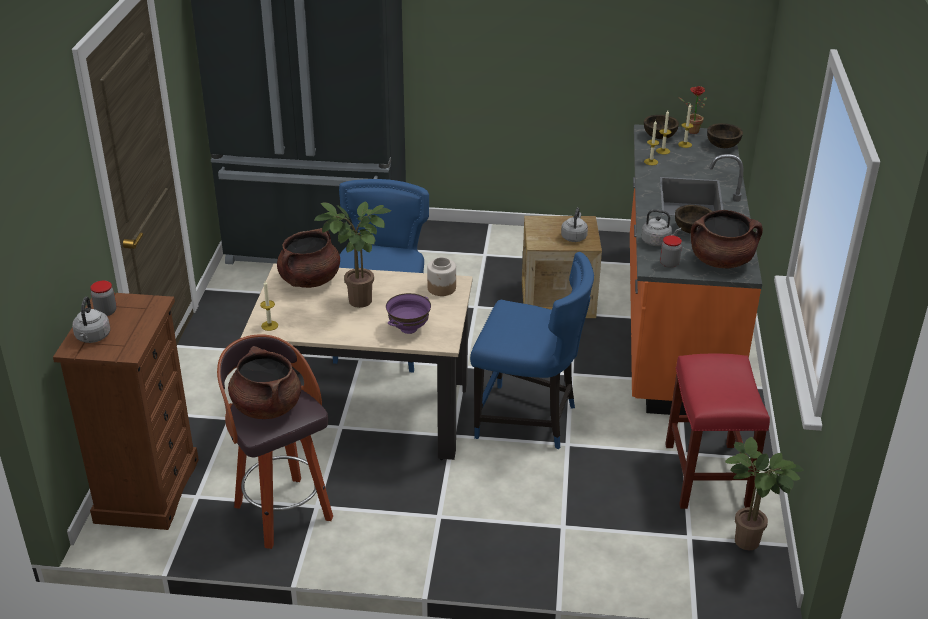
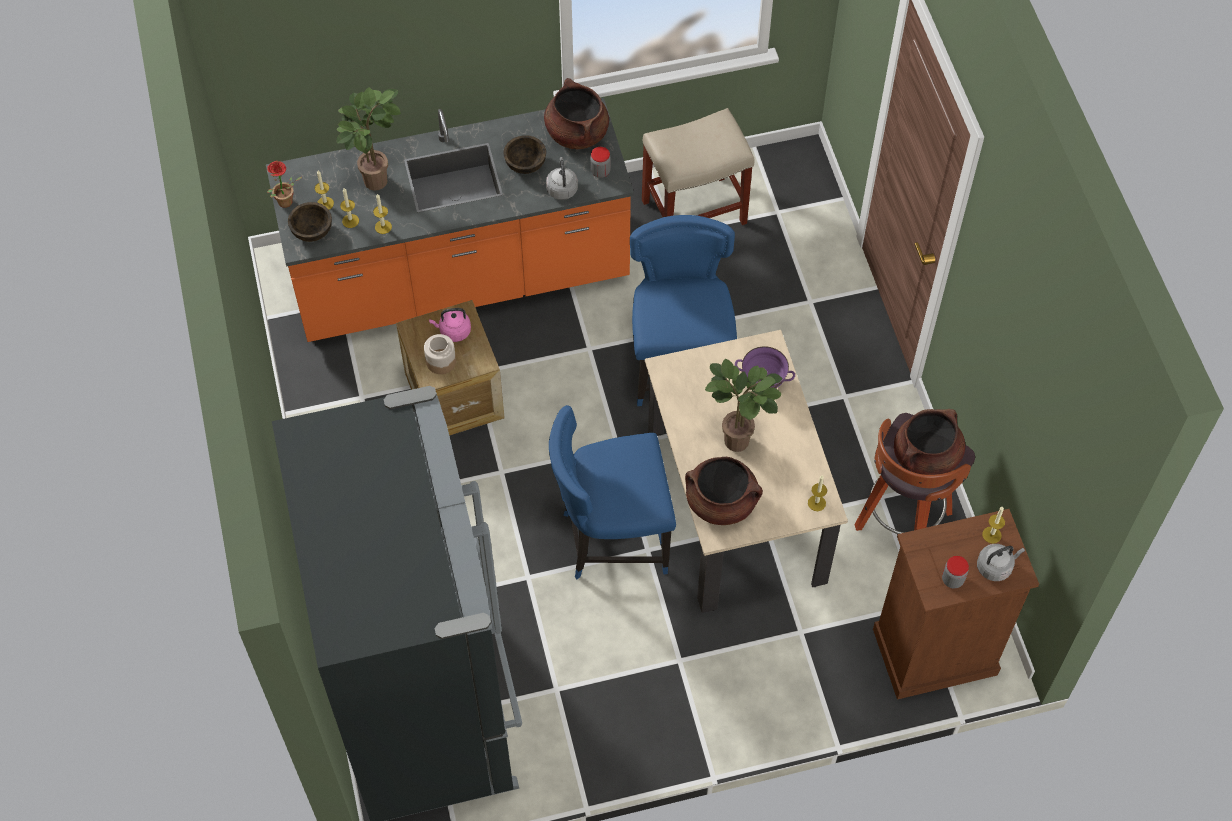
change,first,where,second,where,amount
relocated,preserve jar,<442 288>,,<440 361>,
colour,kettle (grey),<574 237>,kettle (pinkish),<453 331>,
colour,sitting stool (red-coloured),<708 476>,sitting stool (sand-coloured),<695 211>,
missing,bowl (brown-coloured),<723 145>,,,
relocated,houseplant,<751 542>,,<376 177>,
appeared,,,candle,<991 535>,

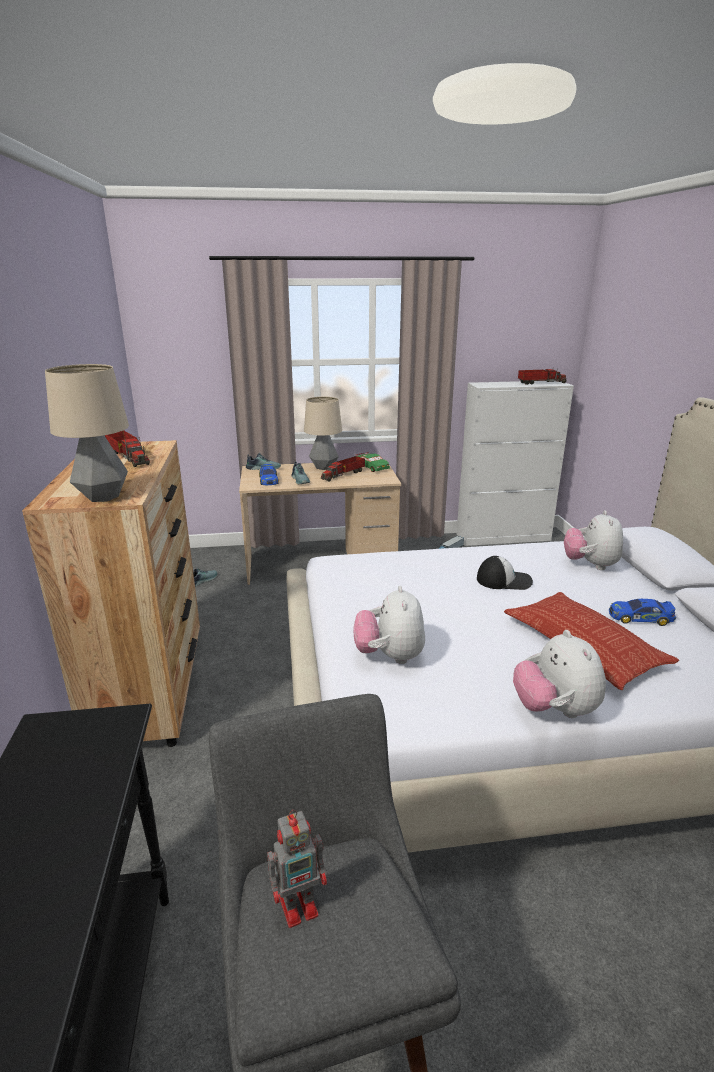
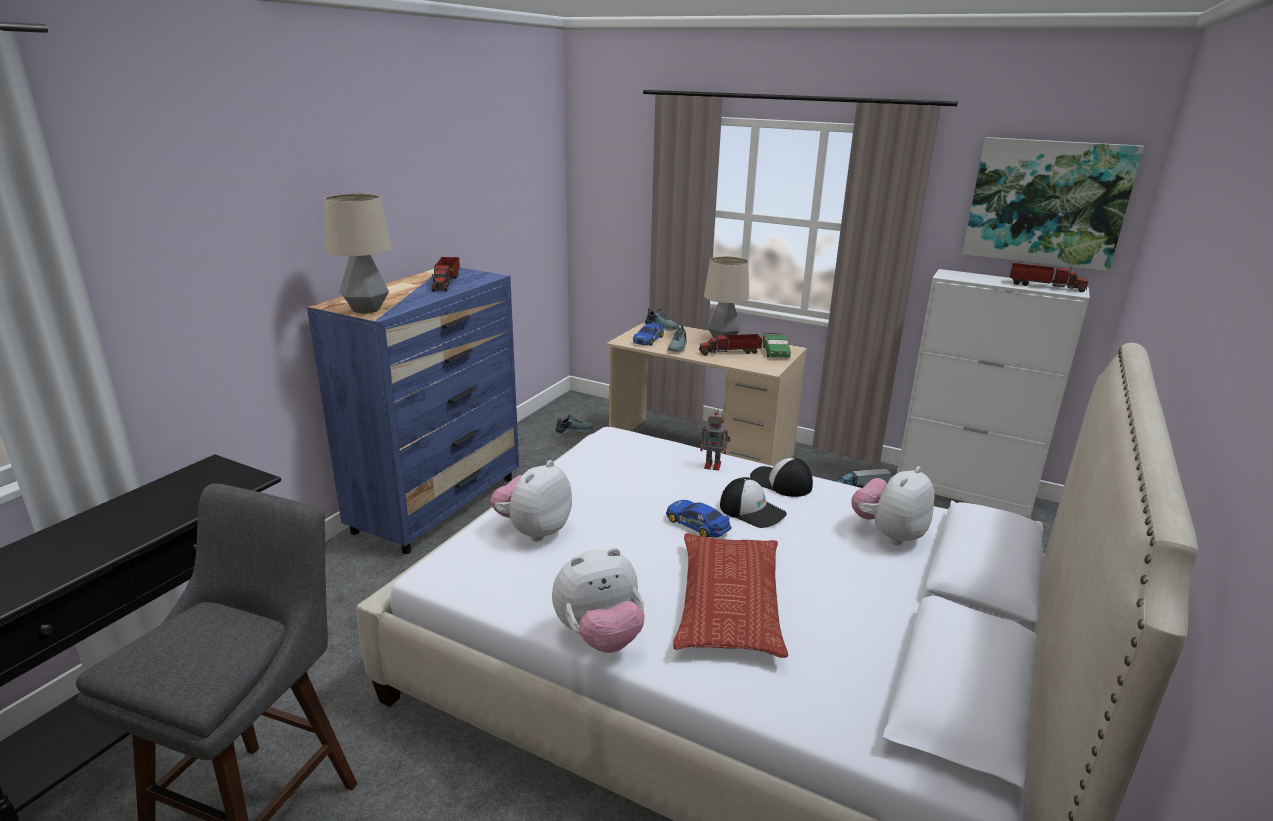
change,first,where,second,where,amount
colour,dresser (brown-coloured),<151 688>,dresser (blue-coloured),<438 504>,
relocated,robot figure,<300 904>,,<713 465>,
spun,plush toy,<554 709>,,<599 637>,135 degrees counterclockwise
relocated,miniature car,<640 618>,,<697 524>,
appeared,,,cap,<780 482>,
appeared,,,wall picture,<1047 202>,

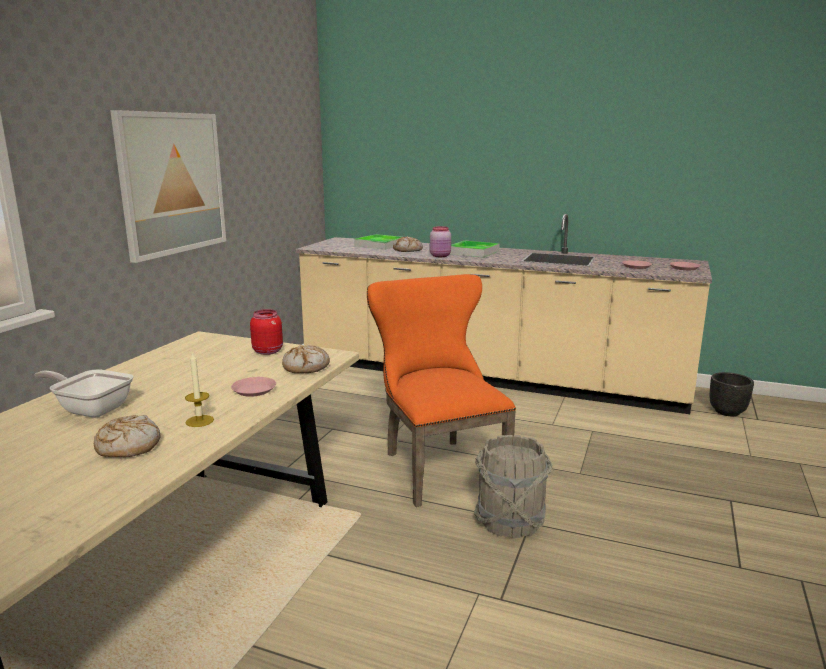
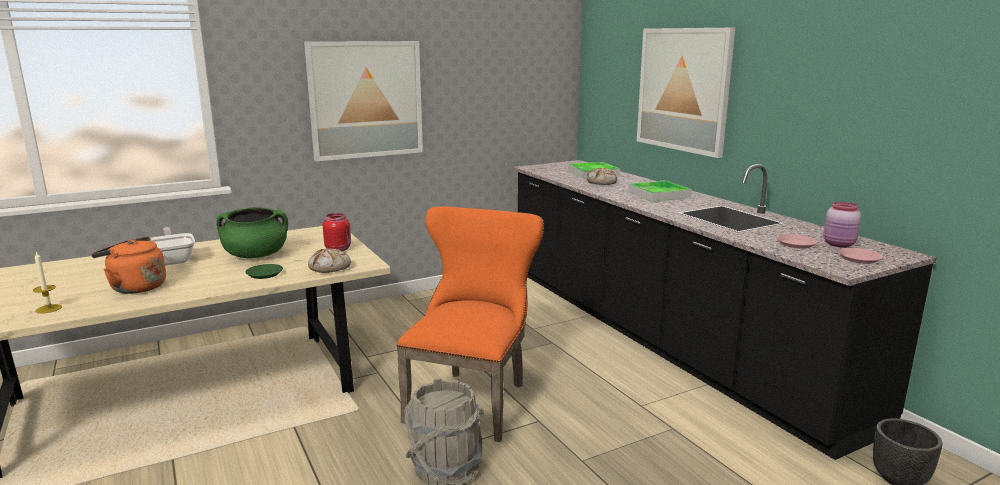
change,first,where,second,where,amount
exchanged,baked bread,<128 446>,kettle (orange),<135 287>,
relocated,candle,<199 421>,,<48 309>,
colour,flat dish (pinkish),<254 390>,flat dish (green),<264 274>,
colour,kitchen base unit (sand-coloured),<487 376>,kitchen base unit (black),<660 337>,
relocated,preserve jar (pinkish),<440 256>,,<839 244>,
appeared,,,stockpot (green),<256 255>,
appeared,,,wall picture,<683 89>,

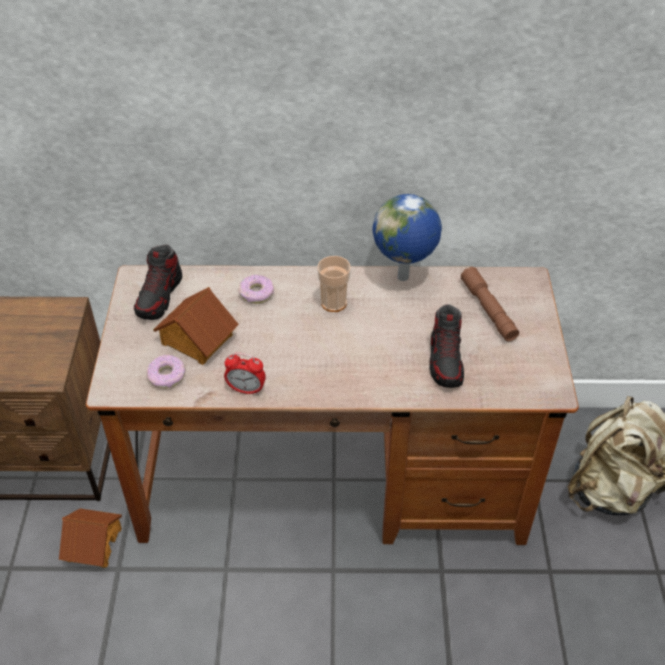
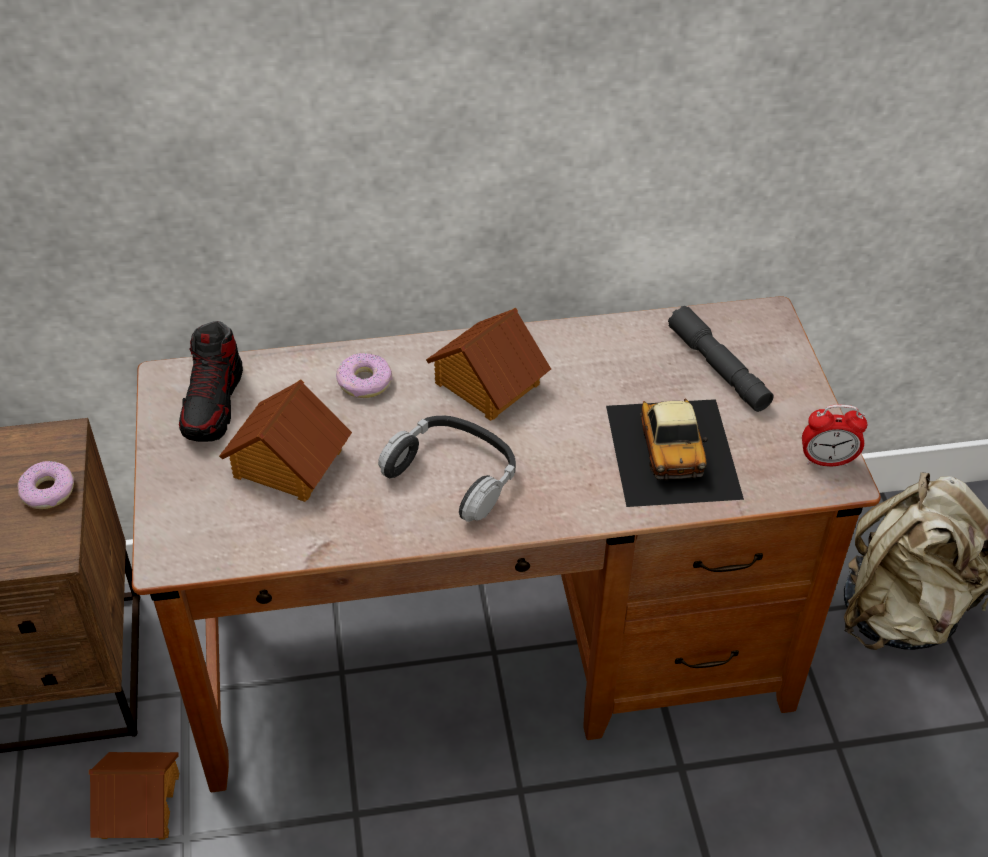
change,first,where,second,where,amount
relocated,donut,<167 376>,,<48 491>,
relocated,bedside clock,<246 389>,,<826 461>,
exchanged,cup,<333 303>,miniature house,<486 383>,
missing,world globe,<404 278>,,,
exchanged,low shoe,<446 360>,miniature car,<673 450>,
colour,torch (brown-coloured),<488 310>,torch (grey),<718 368>,
appeared,,,headset,<453 475>,

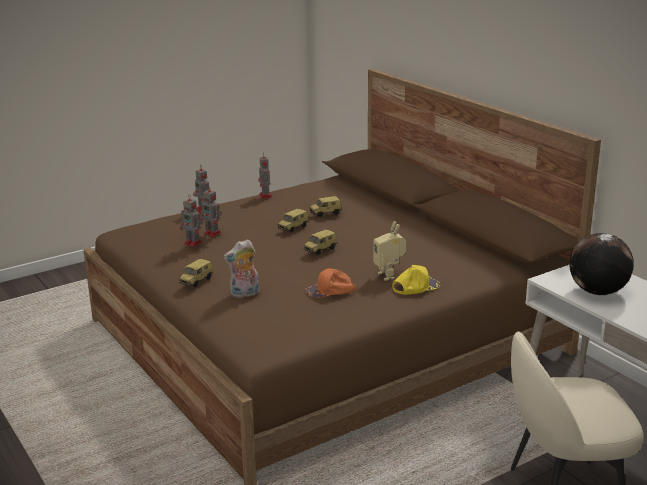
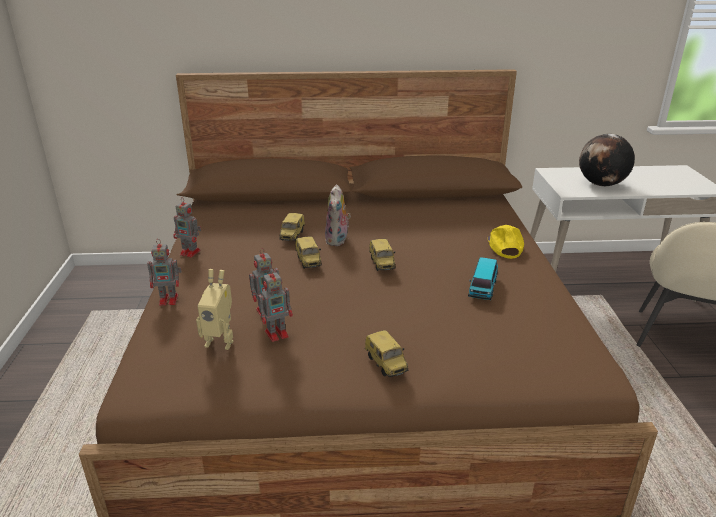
change,first,where,second,where,amount
relocated,plush toy,<244 294>,,<338 240>,
exchanged,cap (orange),<330 291>,miniature car,<482 288>,
relocated,robot figure,<389 275>,,<220 341>,

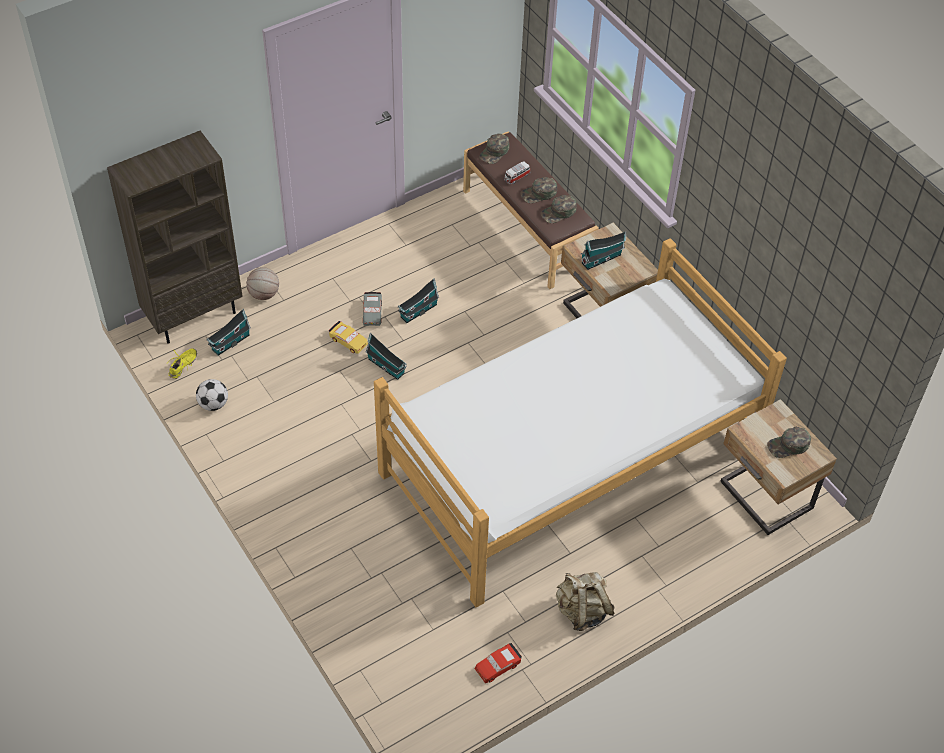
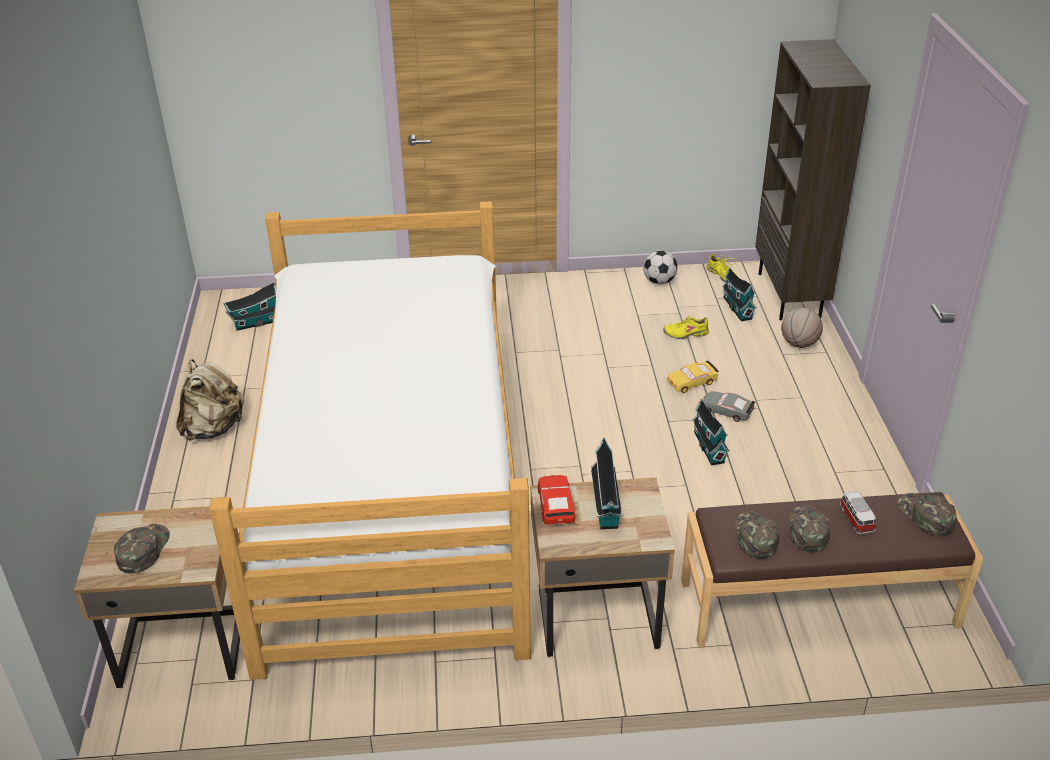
change,first,where,second,where,amount
relocated,miniature house,<387 367>,,<256 323>,
relocated,miniature car (red-coloured),<498 666>,,<556 505>,
appeared,,,low shoe (yellow),<685 333>,

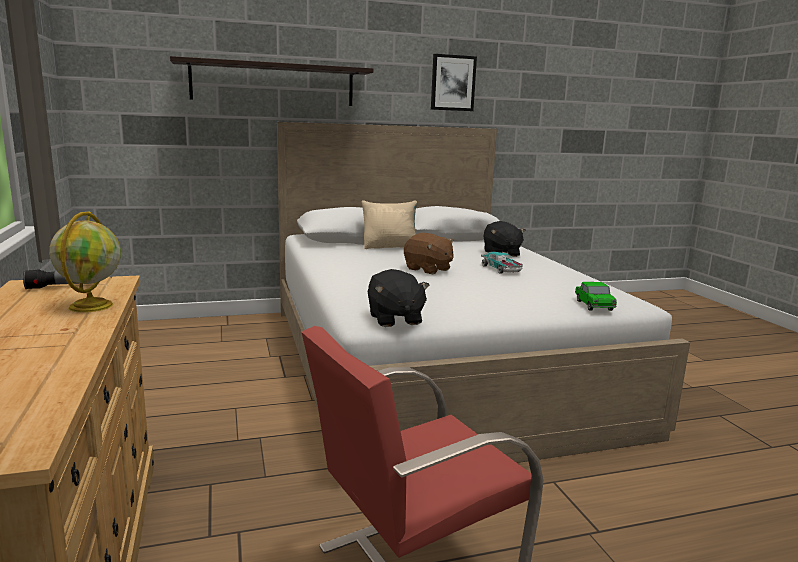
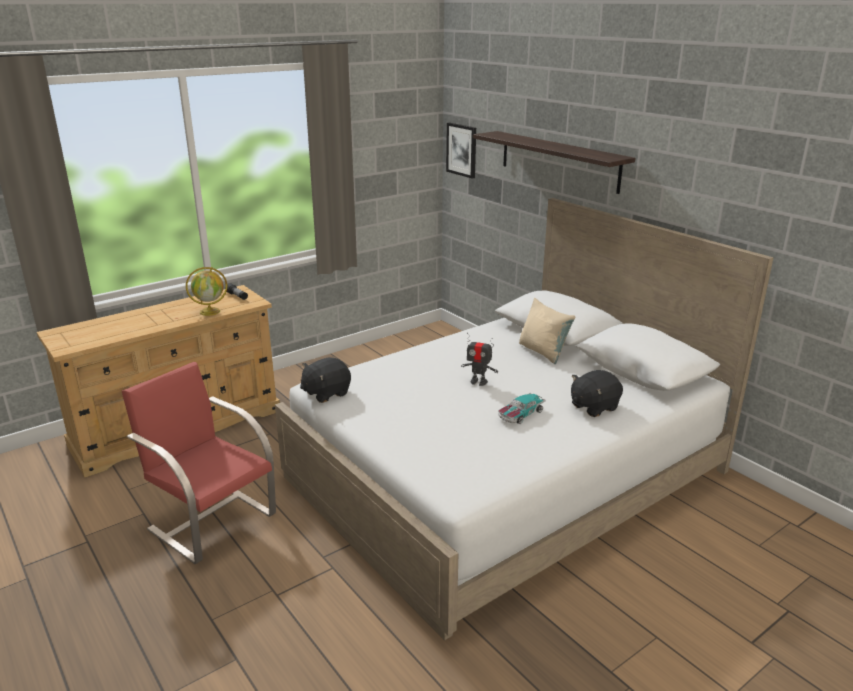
change,first,where,second,where,amount
exchanged,plush toy (brown-coloured),<428 269>,robot figure,<478 382>,
relocated,wall picture,<453 83>,,<462 150>,
missing,miniature car,<594 305>,,,

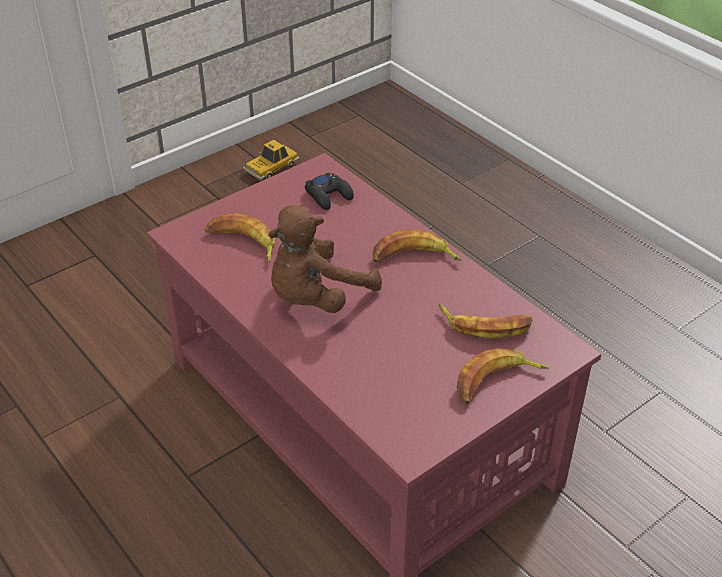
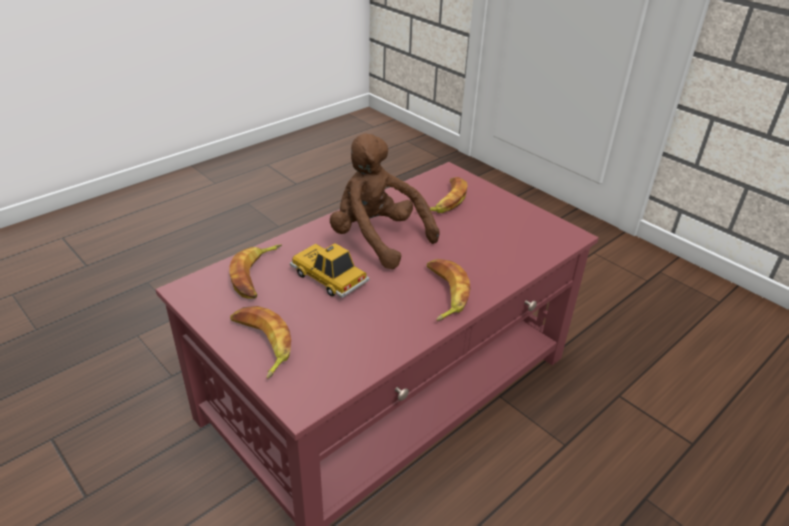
change,first,where,second,where,amount
relocated,miniature car,<271 167>,,<329 277>,
missing,gamepad (black),<329 195>,,,
relocated,banana,<485 325>,,<256 275>,

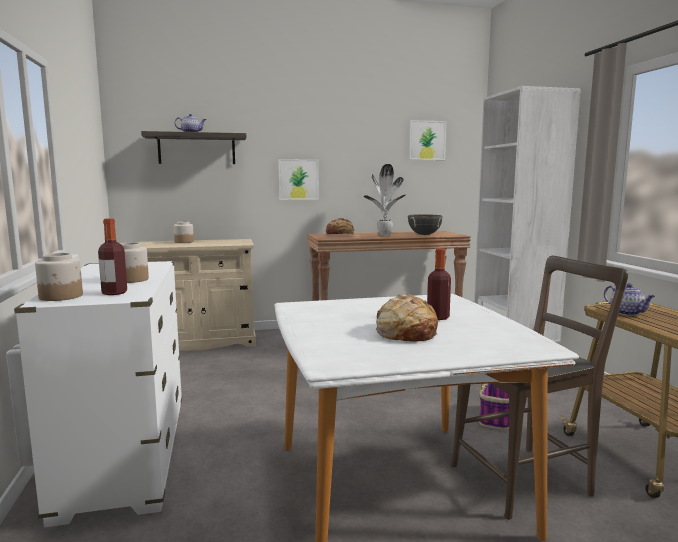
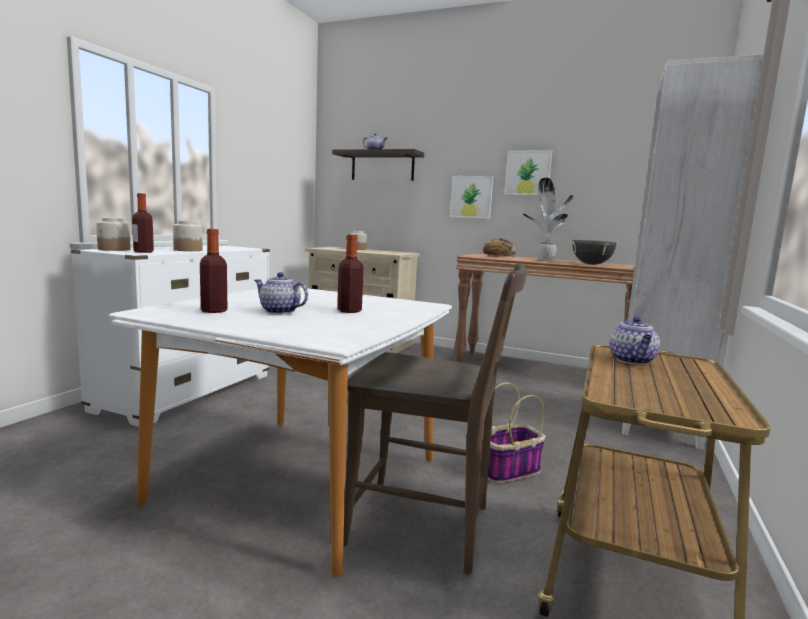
change,first,where,second,where,amount
exchanged,baked bread,<406 332>,teapot,<279 311>,
relocated,wall picture,<427 140>,,<528 173>,
appeared,,,drink bottle,<214 311>,

